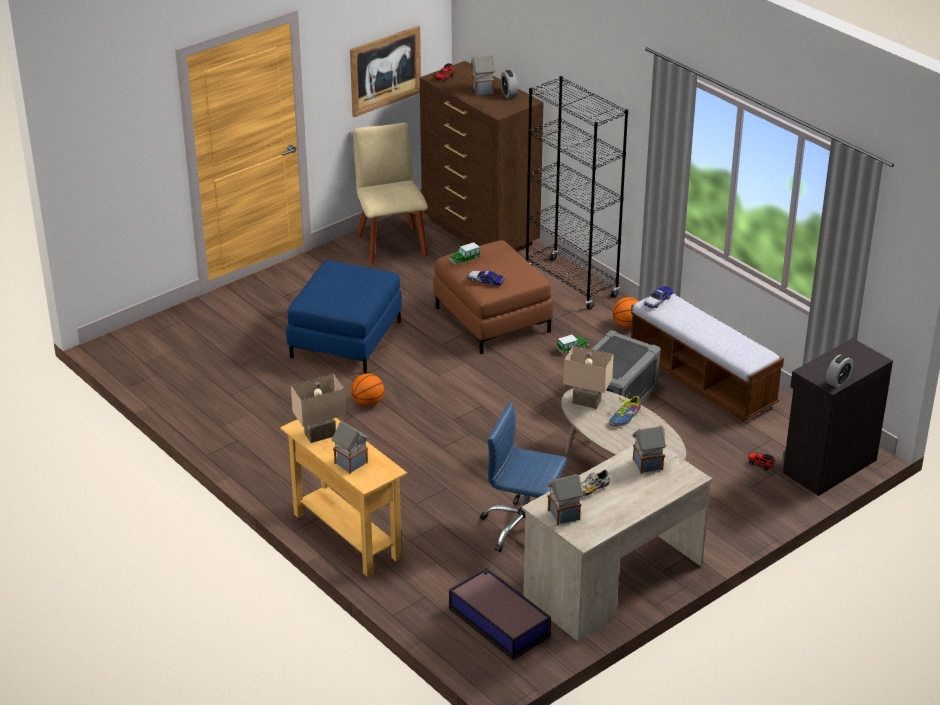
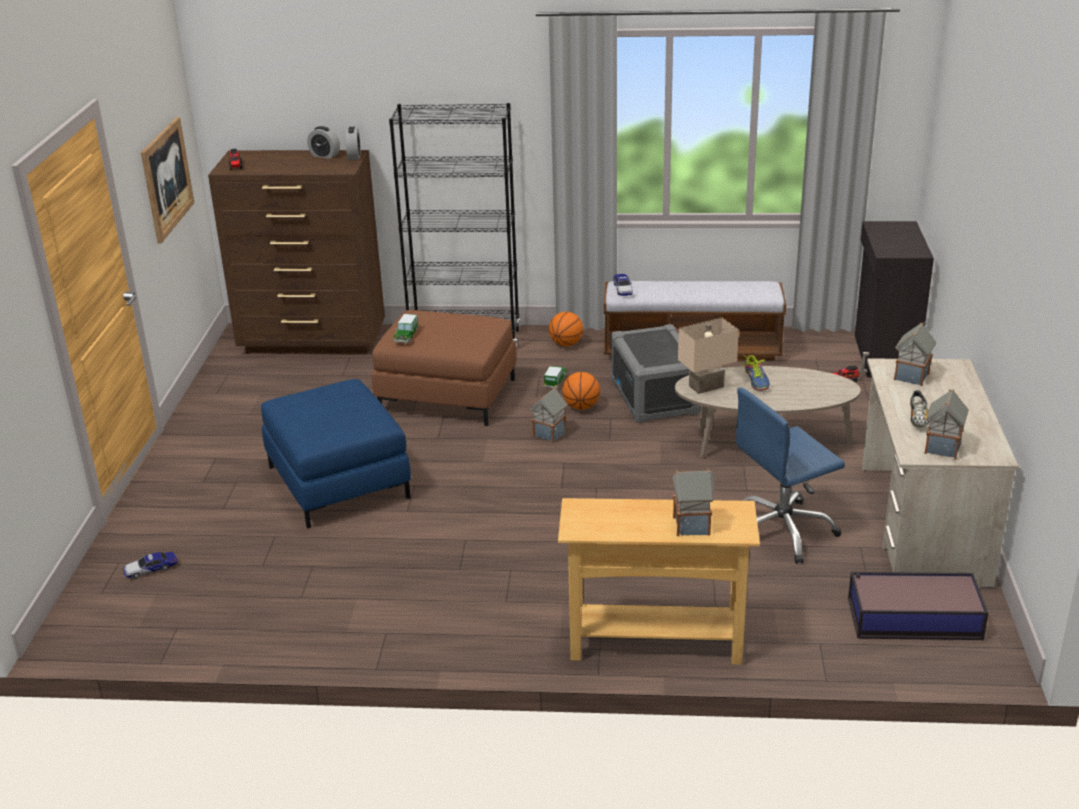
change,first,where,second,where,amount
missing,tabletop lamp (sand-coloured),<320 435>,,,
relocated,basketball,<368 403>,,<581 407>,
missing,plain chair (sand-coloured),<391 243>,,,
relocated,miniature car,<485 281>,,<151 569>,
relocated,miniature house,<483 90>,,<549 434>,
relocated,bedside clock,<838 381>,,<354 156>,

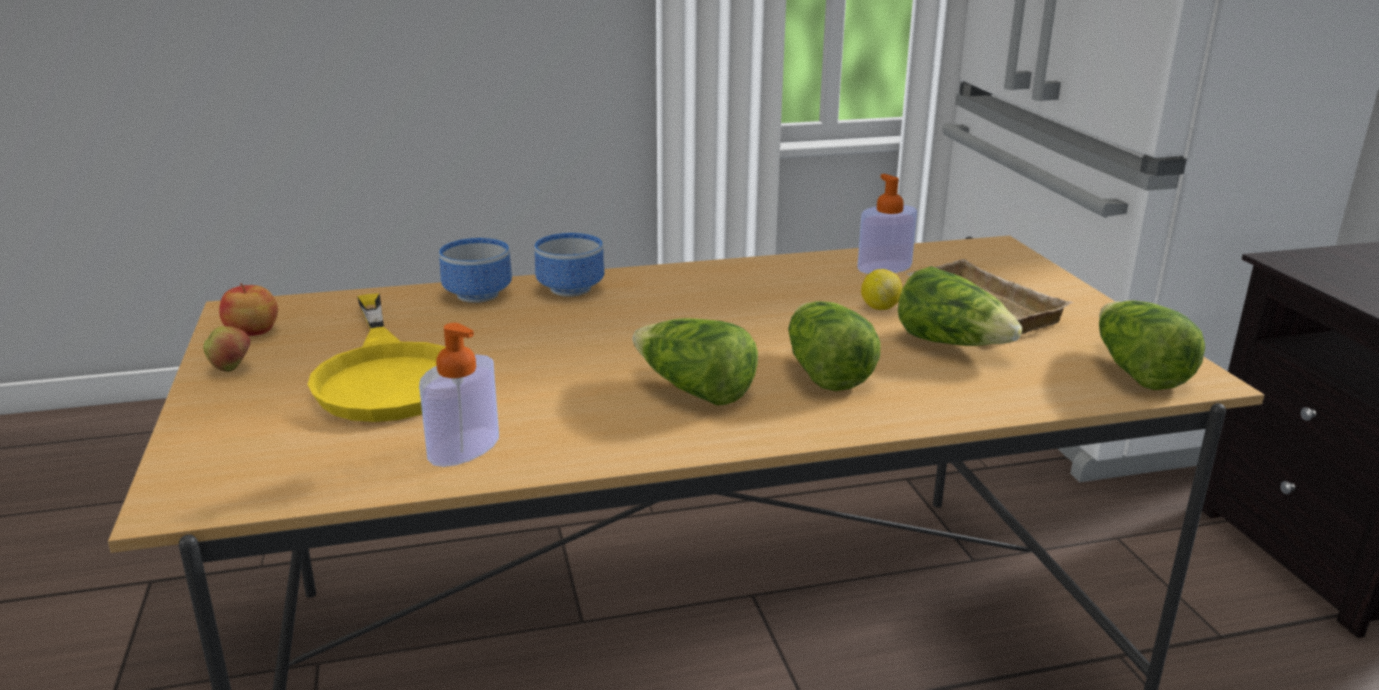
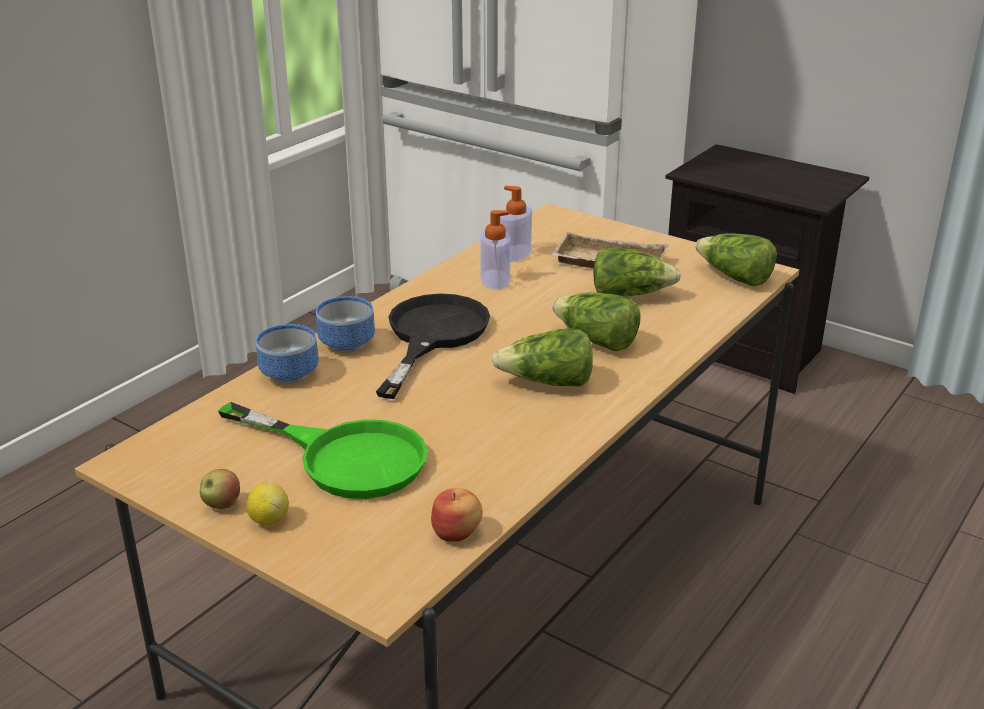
change,first,where,second,where,amount
relocated,whole apple,<252 332>,,<457 533>,
colour,skillet (yellow),<387 375>,skillet (green),<345 457>,
relocated,liquid soap bottle,<464 448>,,<495 280>,
relocated,whole lemon,<880 307>,,<269 520>,
appeared,,,skillet (black),<432 336>,

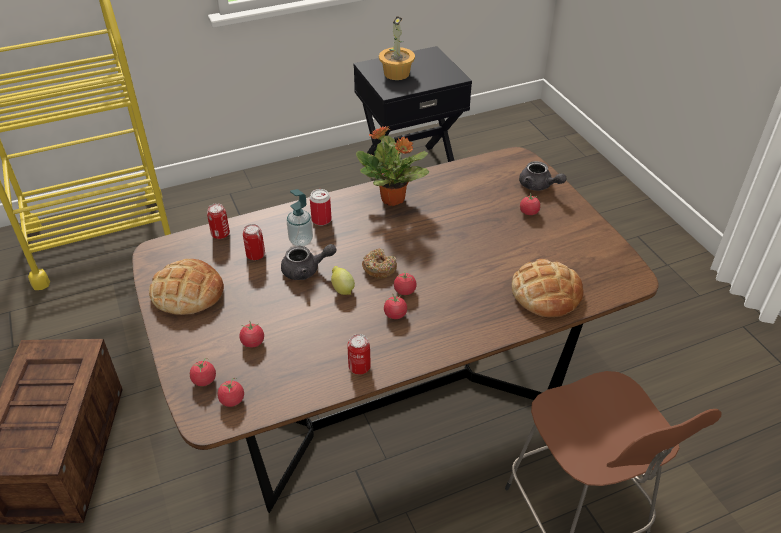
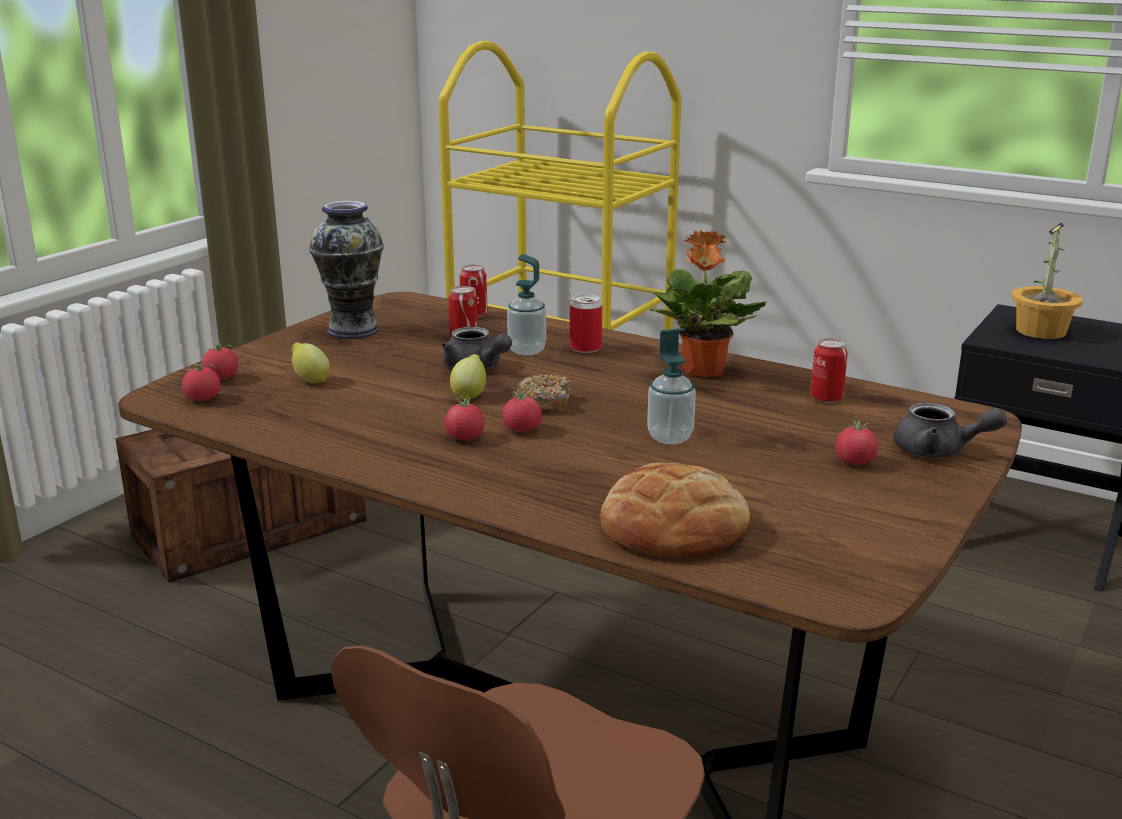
change,first,where,second,where,amount
exchanged,baked bread,<188 292>,decorative vase,<354 330>,
exchanged,fresh tomato,<253 342>,whole lemon,<310 380>,
relocated,metal can,<359 367>,,<826 398>,
spun,teapot (grey),<538 186>,,<939 451>,75 degrees counterclockwise
appeared,,,liquid soap bottle,<670 437>,

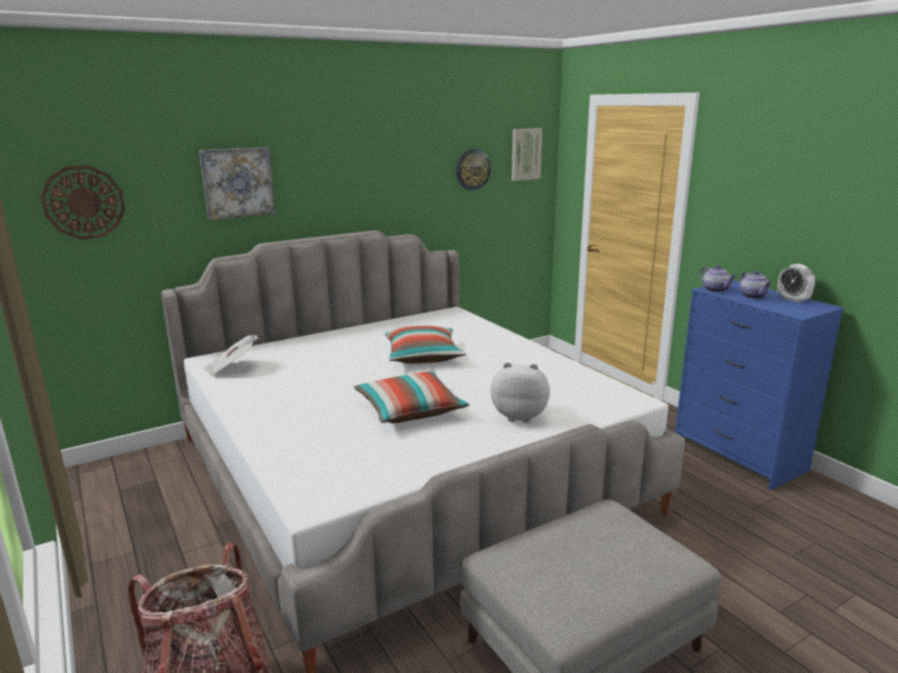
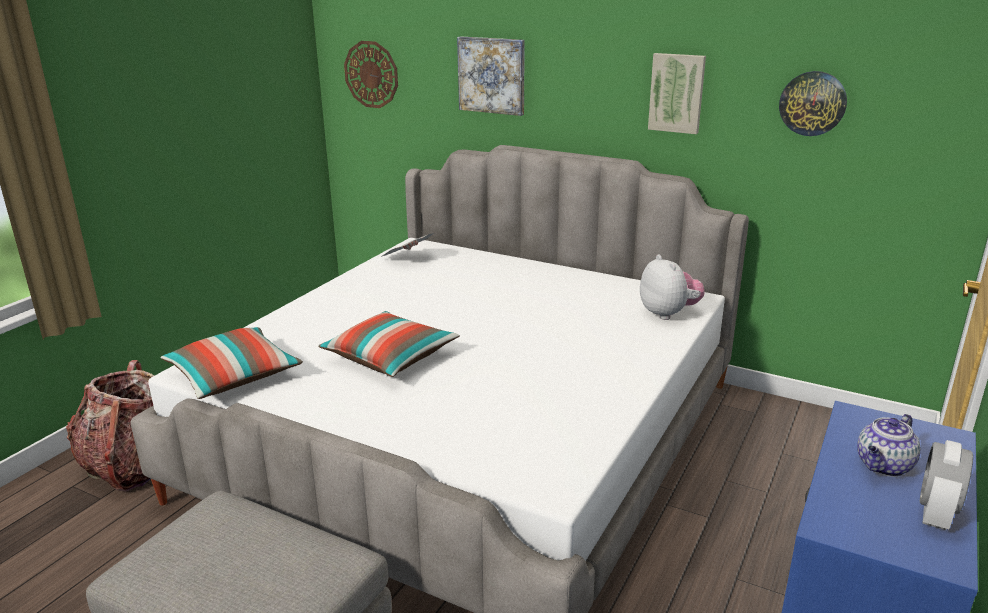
change,first,where,second,where,amount
relocated,cushion,<423 357>,,<233 377>,
relocated,plush toy,<519 416>,,<668 314>,
relocated,wall picture,<525 154>,,<677 93>,
missing,teapot,<716 290>,,,

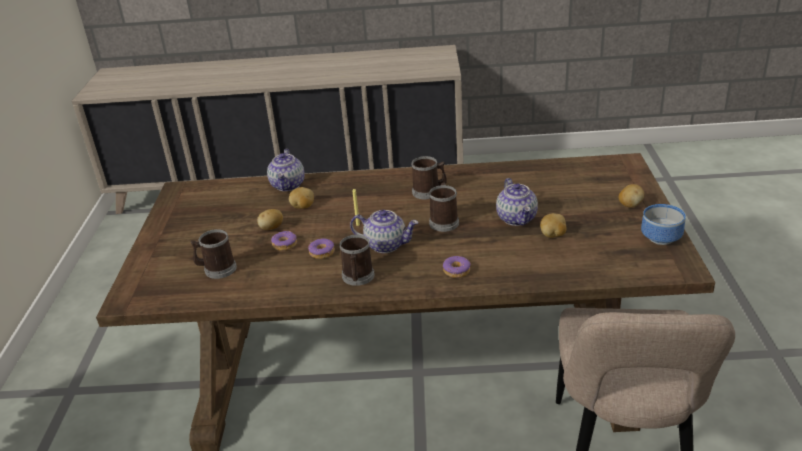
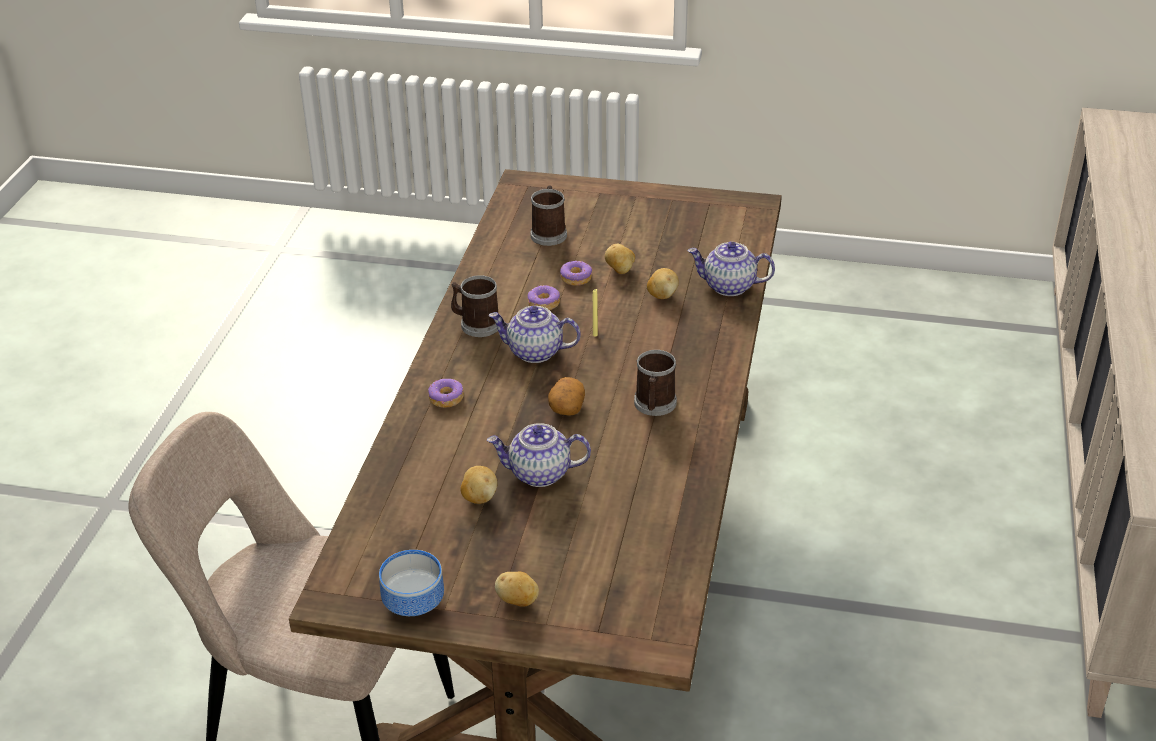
change,first,where,second,where,amount
spun,teapot,<386 245>,,<534 352>,75 degrees clockwise
exchanged,coffee mug,<444 221>,whole potato,<566 406>,

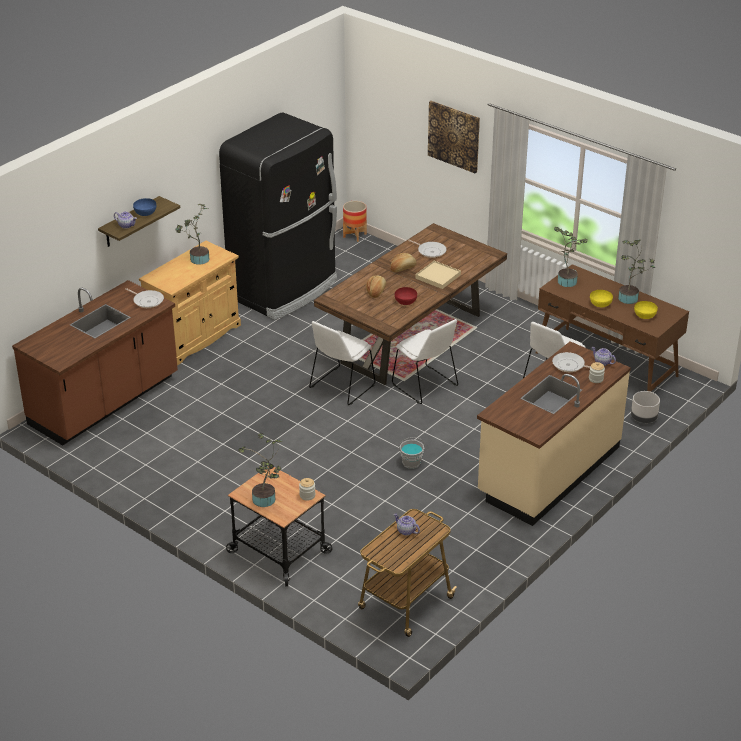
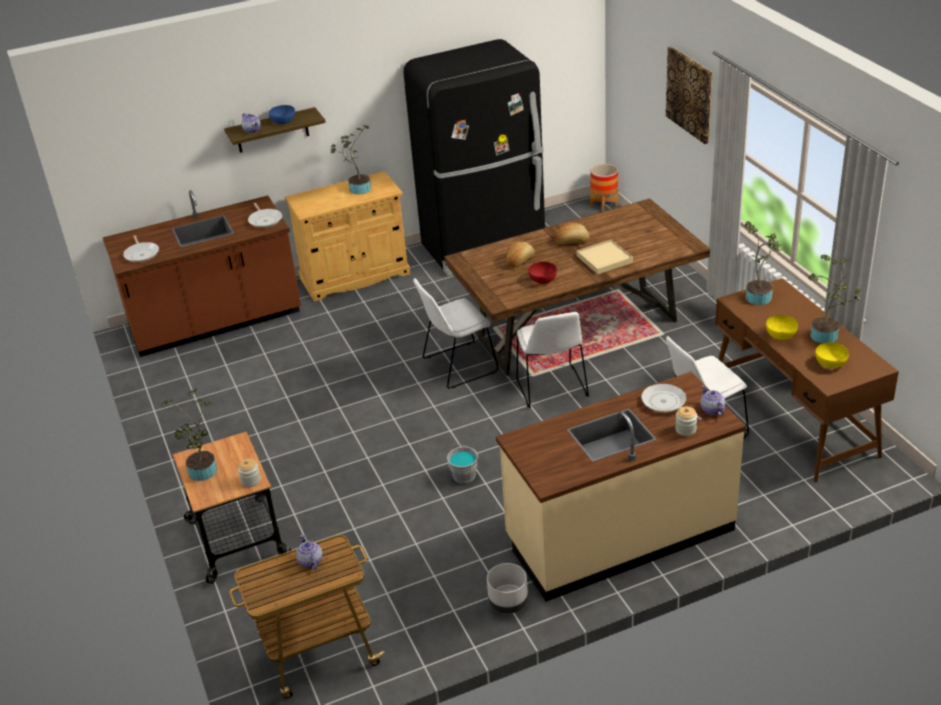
change,first,where,second,where,amount
relocated,skillet,<430 251>,,<141 254>,
relocated,planter (grey),<644 418>,,<508 602>,

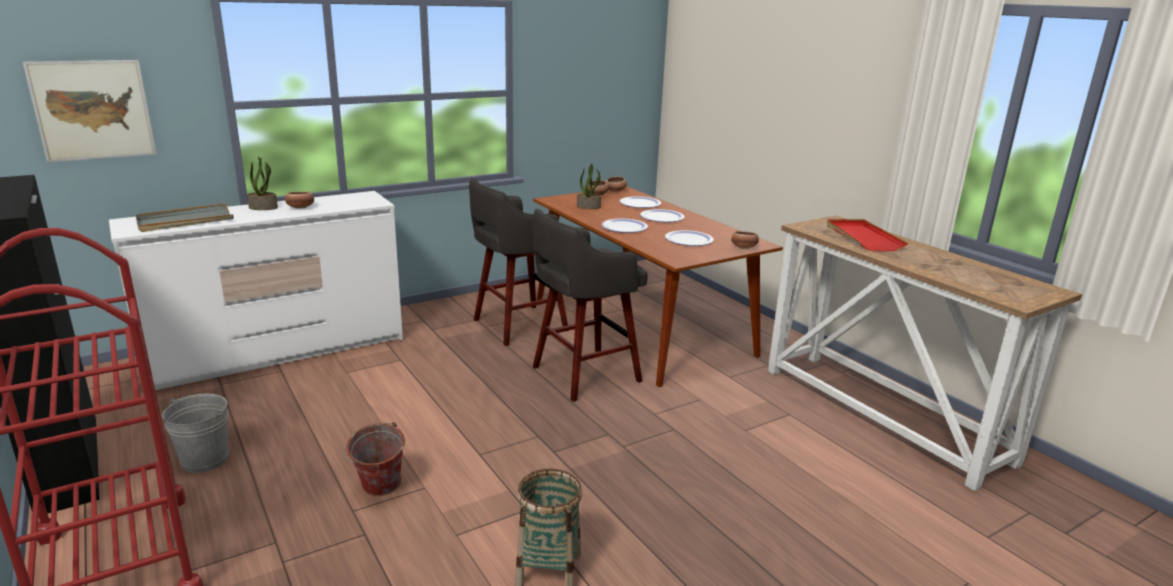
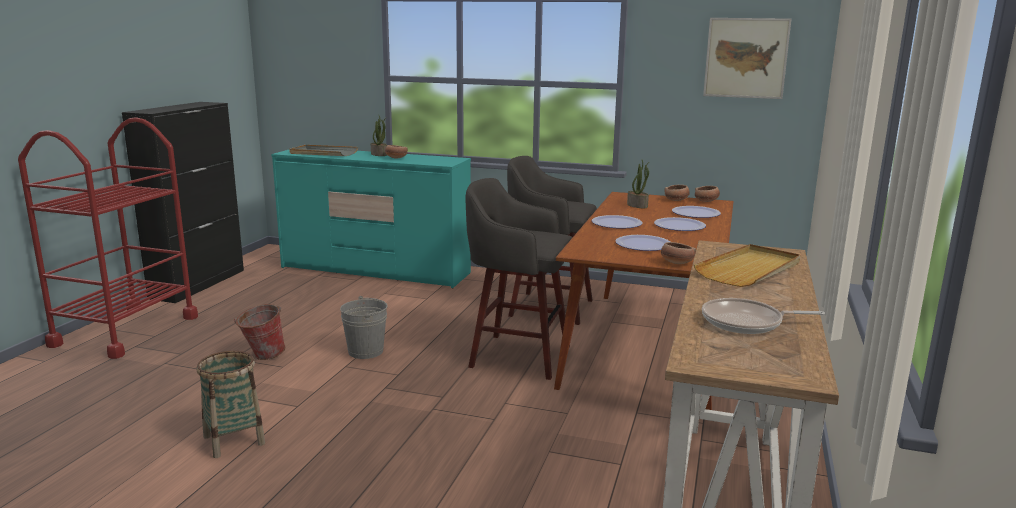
change,first,where,second,where,amount
relocated,wall picture,<93 110>,,<746 58>,
colour,dresser (white),<279 353>,dresser (blue-green),<375 271>,
relocated,water bucket (grey),<205 460>,,<365 351>,
colour,tray (red-coloured),<862 237>,tray (sand-coloured),<749 269>,
appeared,,,skillet,<746 323>,

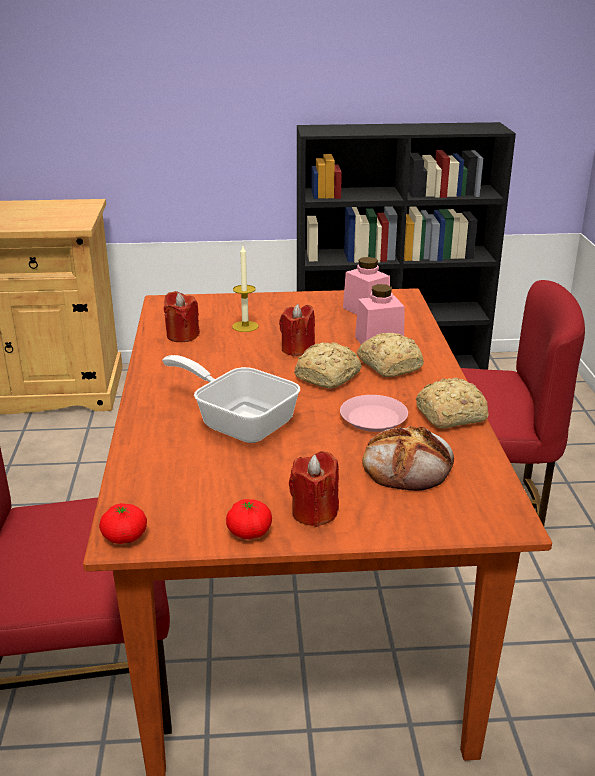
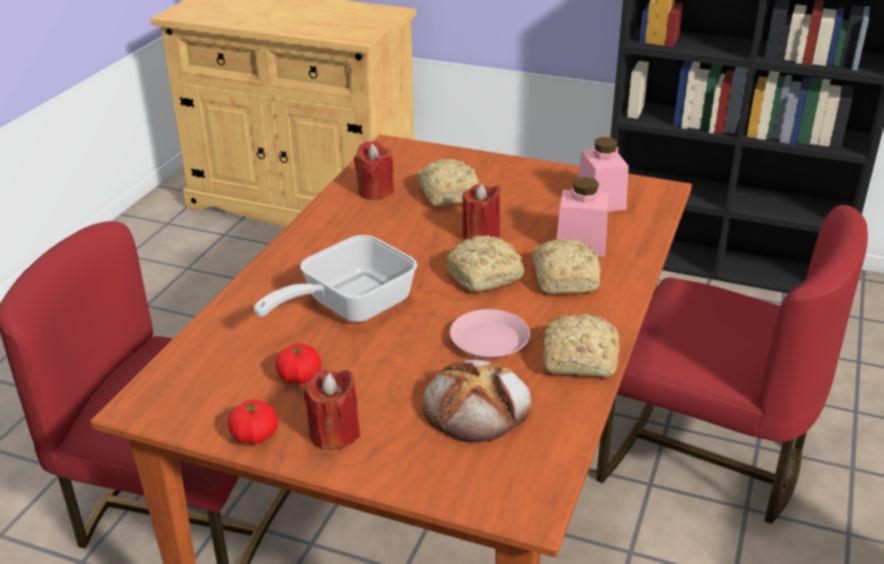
change,first,where,second,where,amount
relocated,fresh tomato,<124 537>,,<299 377>,
spun,skillet,<238 421>,,<348 307>,105 degrees counterclockwise
exchanged,candle,<245 326>,baked bread,<449 193>,

